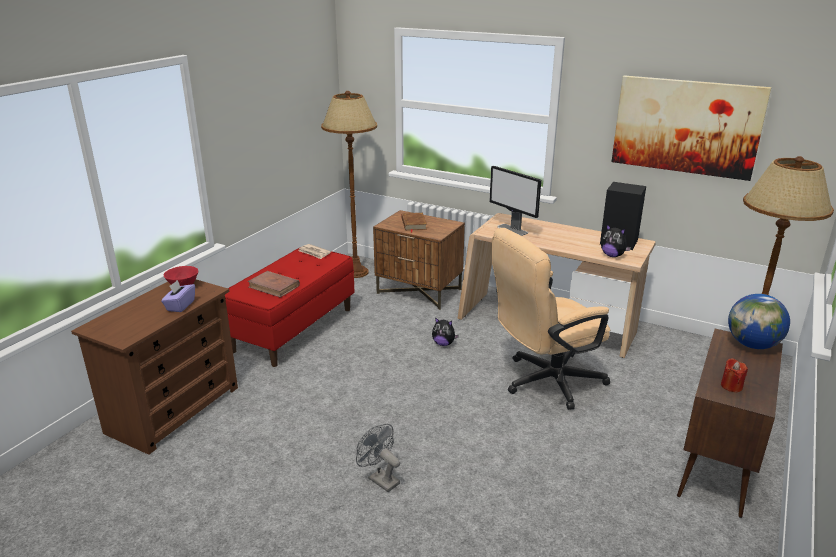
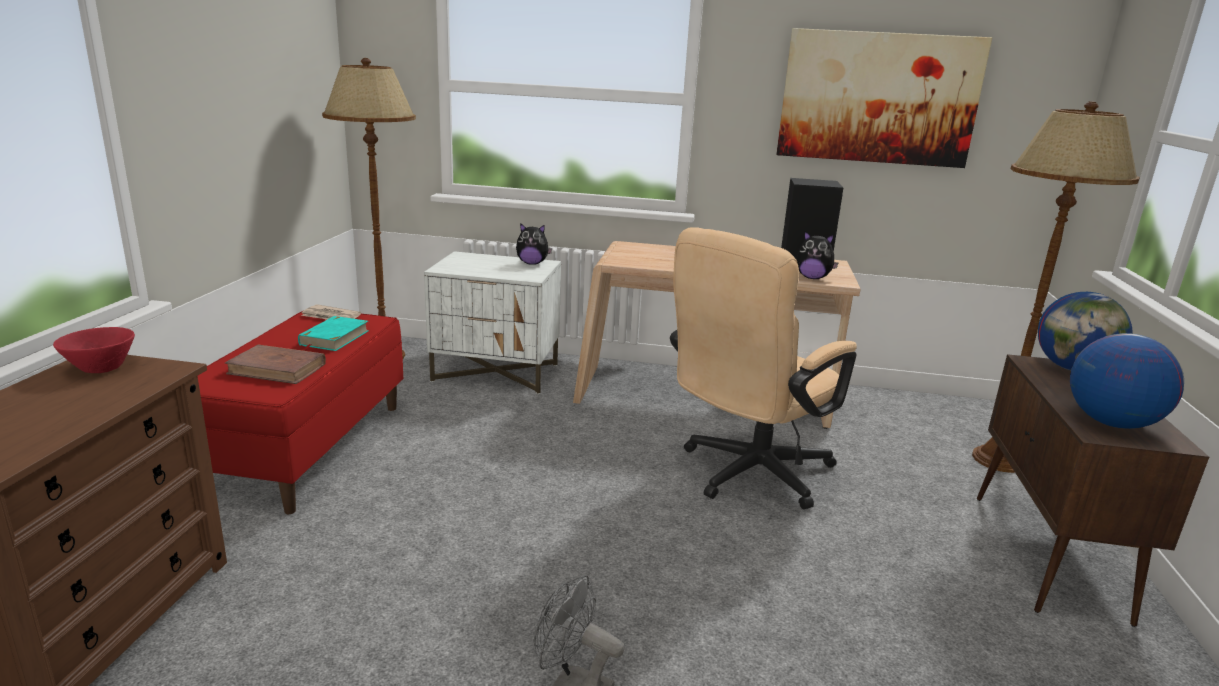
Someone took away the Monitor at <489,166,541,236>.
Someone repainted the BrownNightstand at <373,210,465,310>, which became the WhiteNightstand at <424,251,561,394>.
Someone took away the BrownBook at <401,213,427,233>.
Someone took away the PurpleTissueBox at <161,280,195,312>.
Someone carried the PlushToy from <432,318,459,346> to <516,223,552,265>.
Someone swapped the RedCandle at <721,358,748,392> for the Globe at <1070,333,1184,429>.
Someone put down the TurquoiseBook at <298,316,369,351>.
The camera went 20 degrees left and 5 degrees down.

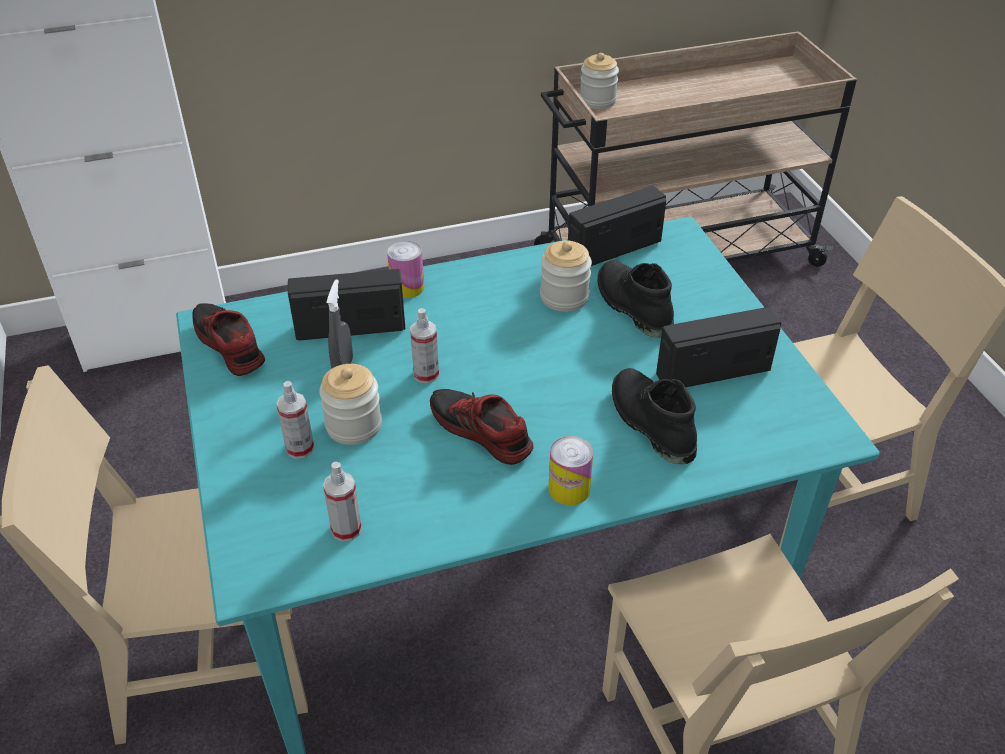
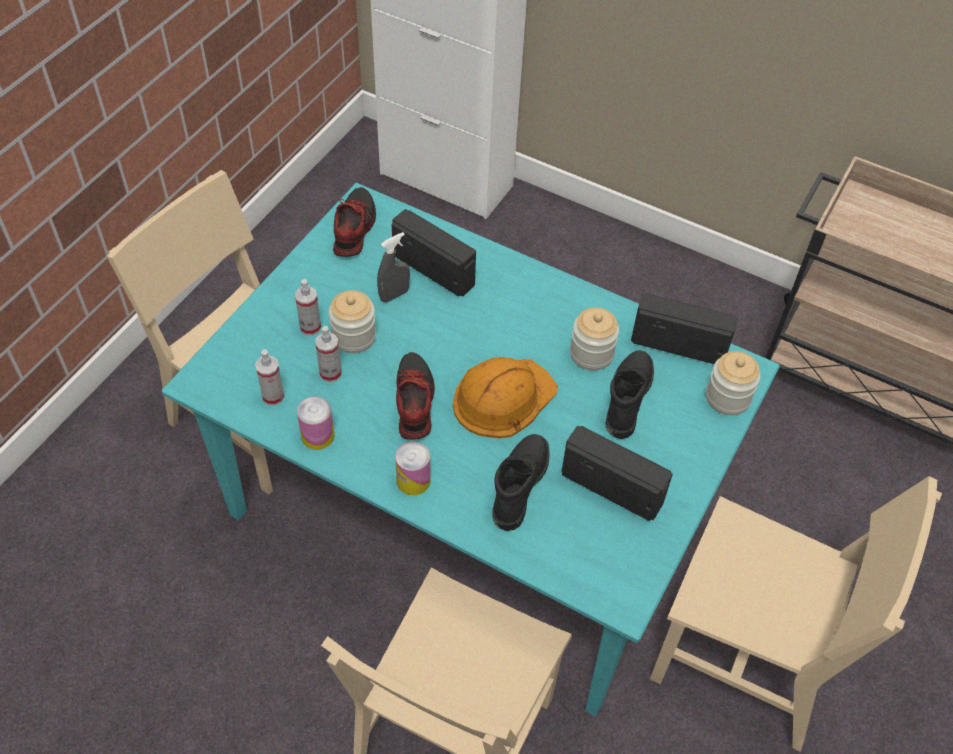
Someone carried the Jar from <580,53,619,109> to <706,351,761,415>.
Someone carried the Can from <387,241,424,298> to <297,397,335,450>.
Someone carried the SprayBottle from <410,308,439,384> to <315,326,342,382>.
Someone put down the OrangeHardHat at <453,357,558,438>.
The camera went 45 degrees right and 10 degrees up.

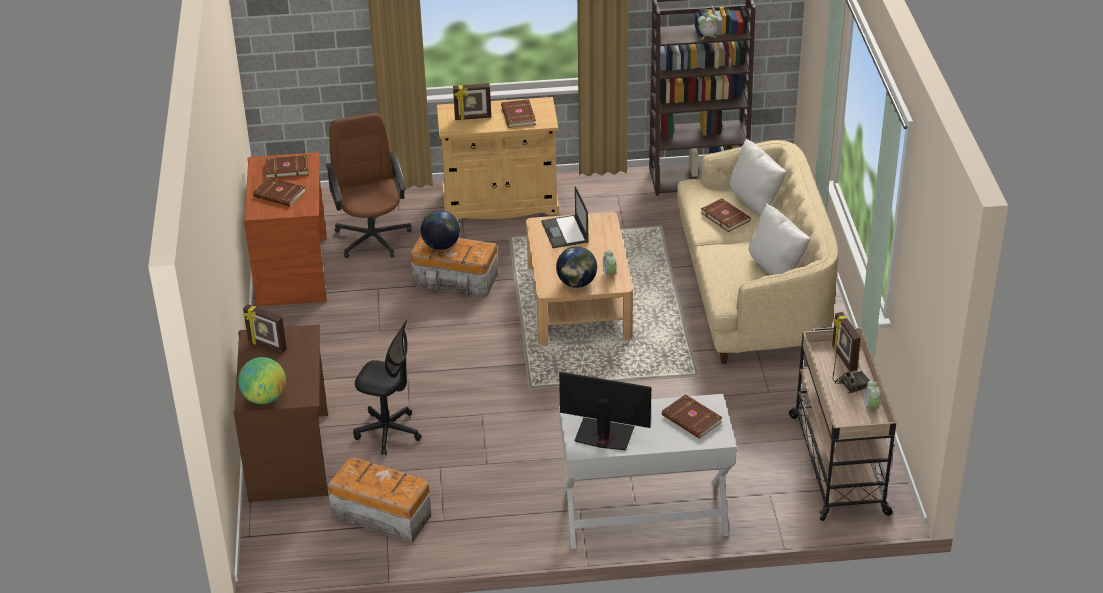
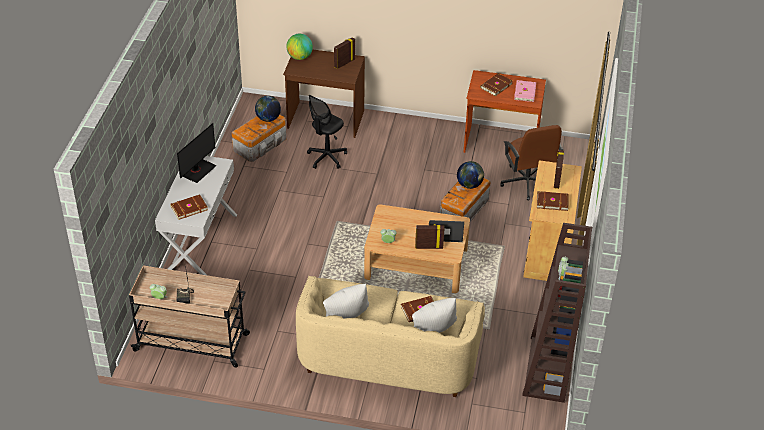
Someone rotated the BrownOfficeChair at <326,113,412,258> by 75 degrees clockwise.
Someone repainted the BrownBook at <265,155,309,179>, which became the PinkBook at <514,80,536,102>.
Someone carried the Globe from <556,246,597,288> to <255,96,281,122>.
Someone carried the PictureFrame from <832,312,861,372> to <415,224,445,249>.
The camera went 105 degrees right and 5 degrees up.

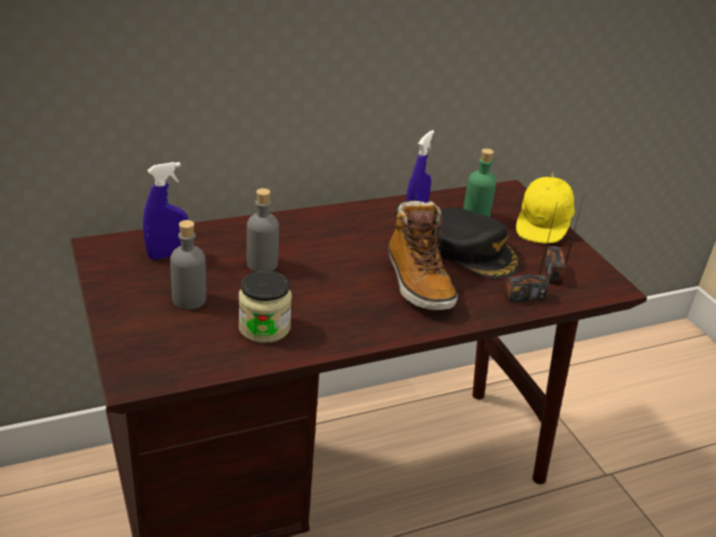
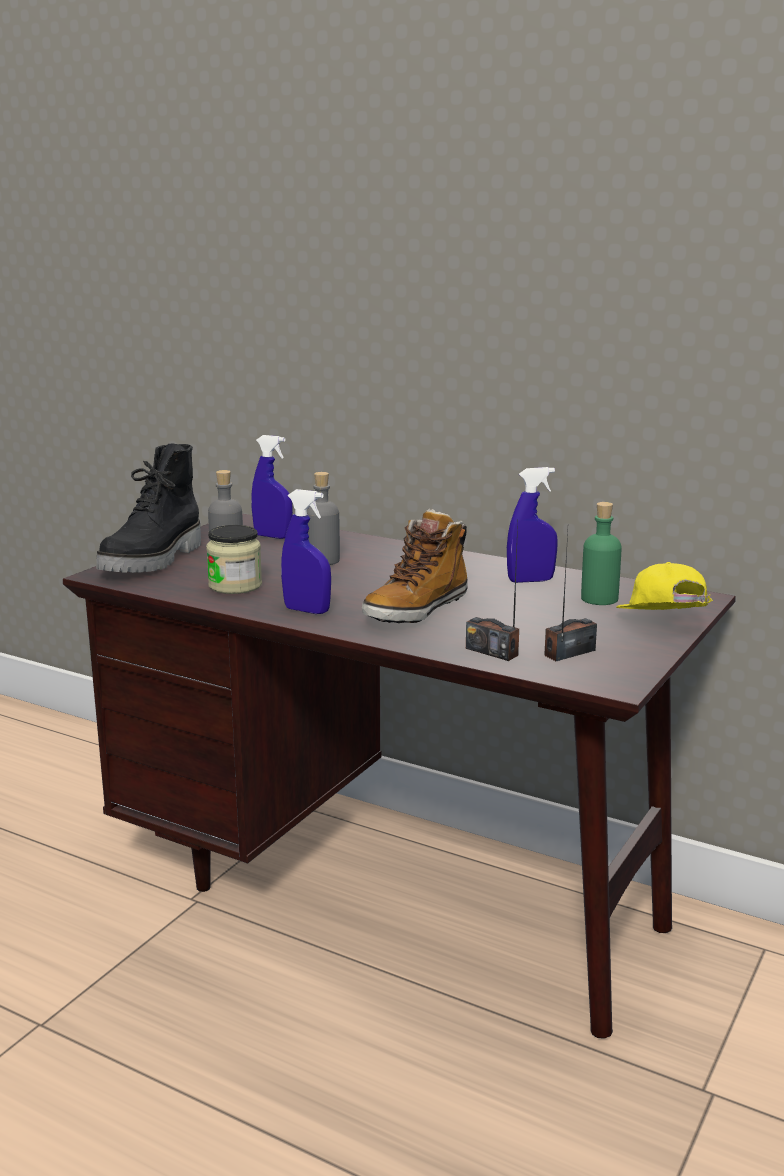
Someone rotated the YellowCap at <516,172,575,244> by 90 degrees clockwise.
Someone took away the BlackCap at <437,208,520,279>.
Someone put down the BlackBoot at <96,443,201,573>.
Someone put down the BlueSprayBottle at <281,489,331,614>.
The camera went 55 degrees right and 15 degrees down.

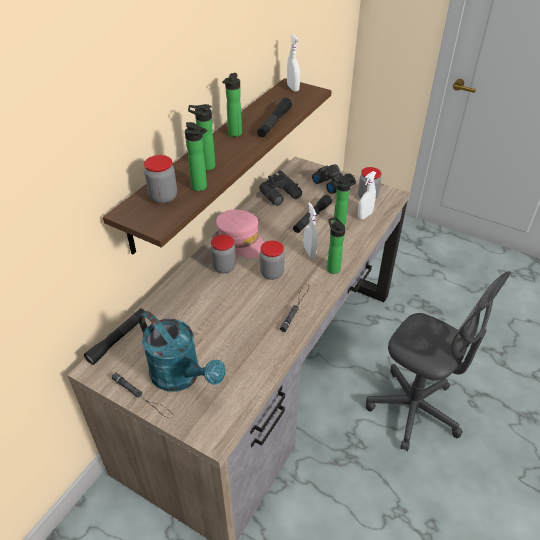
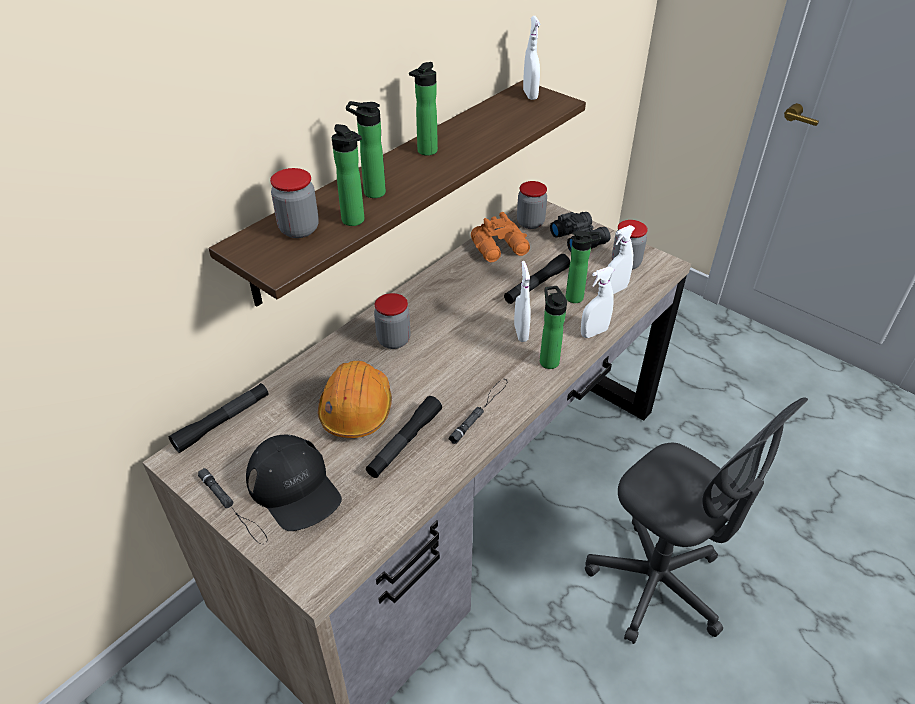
Someone carried the BlackFlashlight from <257,98,292,137> to <366,396,442,478>.
Someone repainted the BlackBinoculars at <259,170,302,206>, which became the OrangeBinoculars at <471,212,530,262>.
Someone took away the PinkCap at <216,210,264,258>.
Someone carried the Jar from <260,241,285,280> to <517,181,547,229>.
Someone swapped the TurquoiseWateringCan at <139,311,226,392> for the BlackCap at <246,435,342,531>.
Someone put down the WhiteSprayBottle at <581,266,615,338>.
Someone put down the OrangeHardHat at <318,361,392,438>.
The camera went 10 degrees right and 0 degrees up.

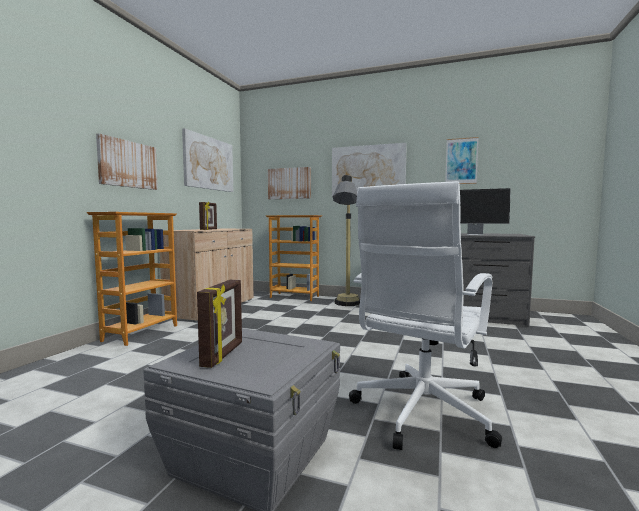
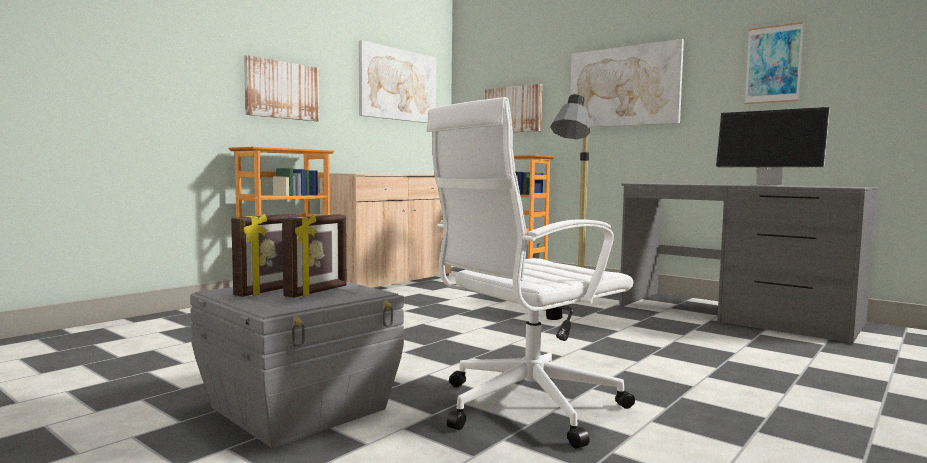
Someone carried the PictureFrame from <199,202,217,230> to <282,214,346,298>.
The camera went 20 degrees right and 0 degrees up.

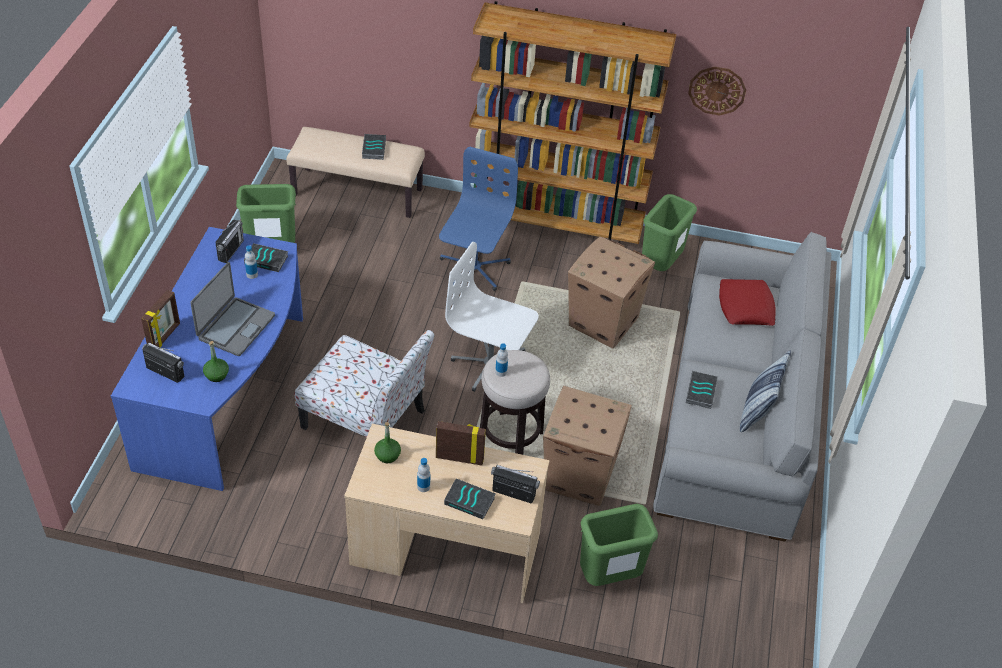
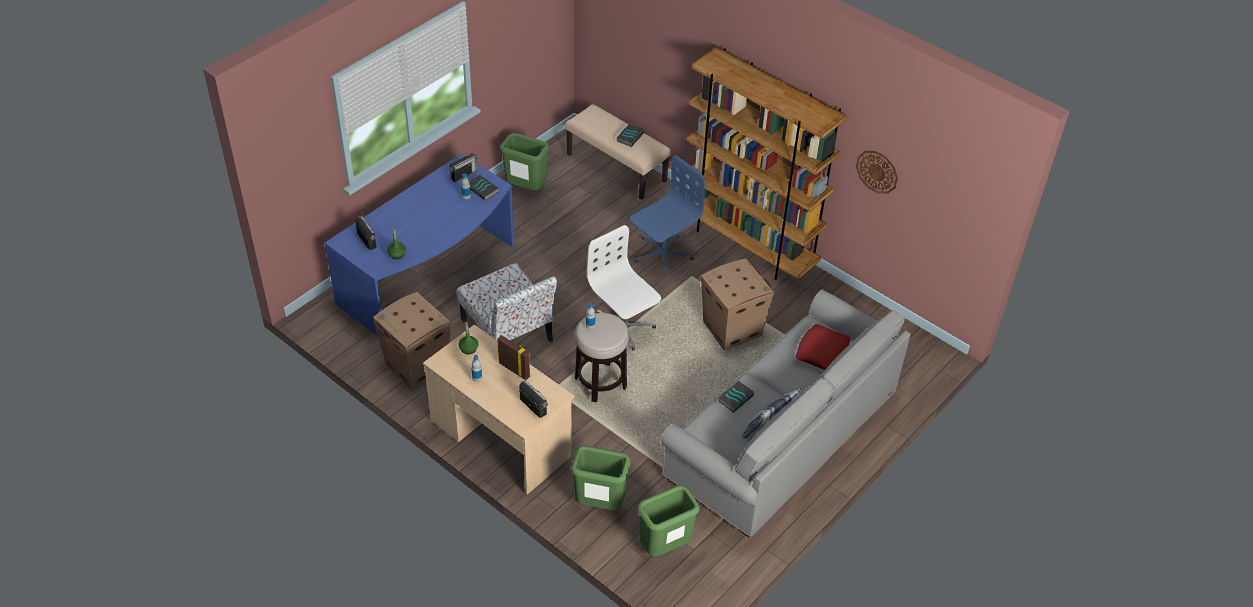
Someone carried the GreenTrashCan from <642,194,697,271> to <637,485,700,557>.
Someone took away the Laptop at <190,262,275,356>.
Someone took away the PictureFrame at <141,290,180,347>.
Someone carried the CardboardBox from <543,386,632,506> to <373,292,451,390>.
Someone took away the Book at <444,478,496,519>.
The camera went 30 degrees right and 0 degrees up.

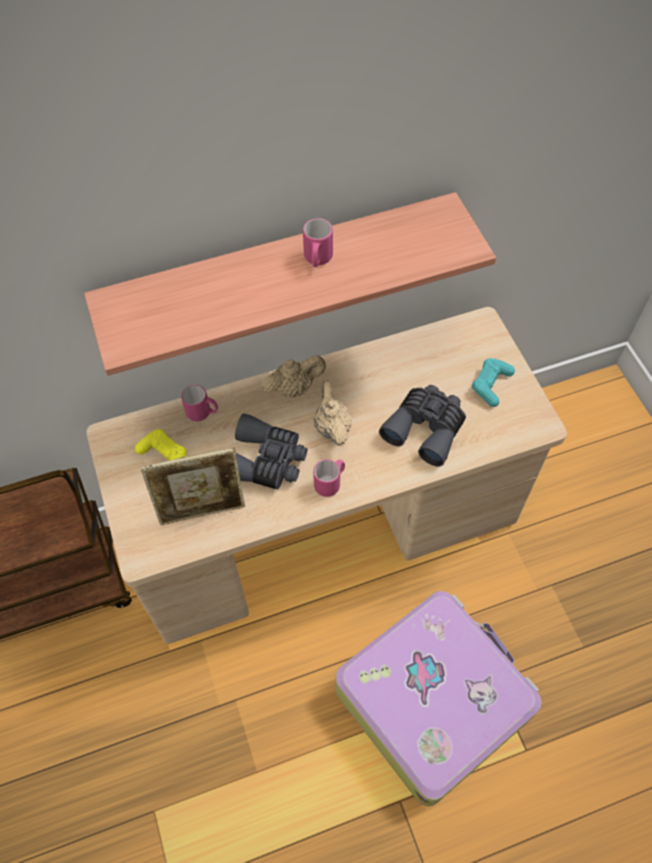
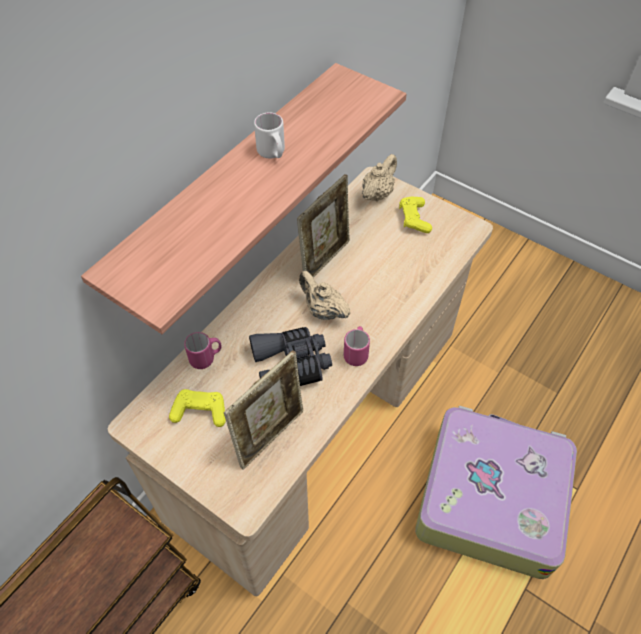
Someone repainted the PinkMug at <303,218,333,267>, which became the WhiteMug at <254,113,285,159>.
Someone carried the BeigeTeapot from <261,355,326,398> to <362,154,397,202>.
Someone repainted the TurquoiseGameController at <472,358,515,407>, which became the YellowGameController at <399,197,432,233>.
Someone took away the GreyBinoculars at <379,385,466,467>.
Someone put down the PictureFrame at <297,174,350,278>.
The camera went 35 degrees left and 5 degrees down.

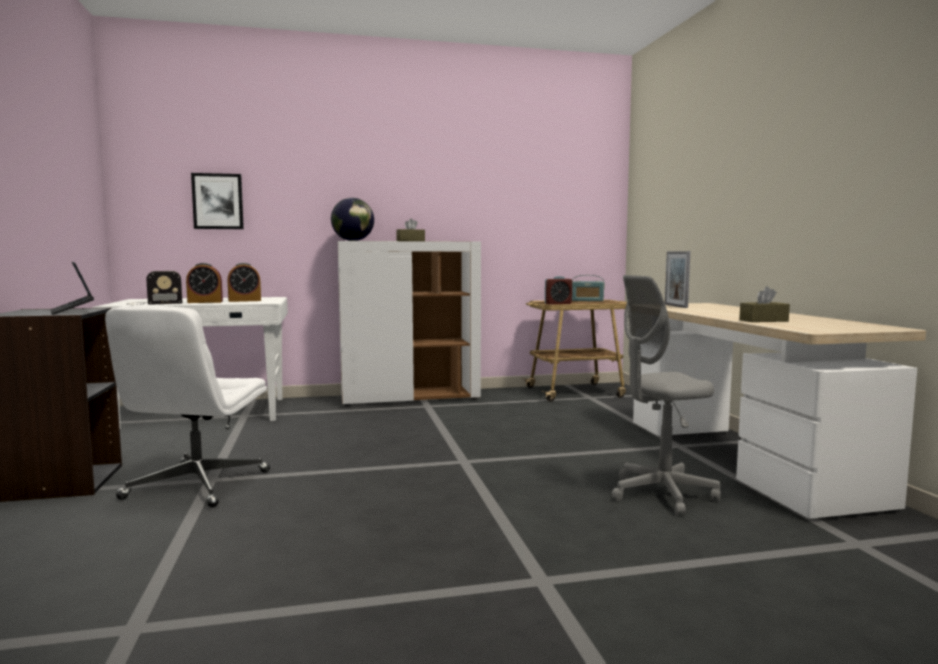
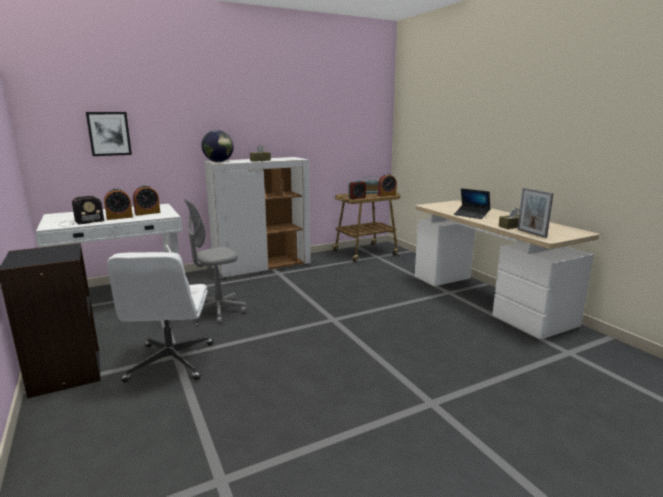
Someone carried the PictureFrame from <665,251,690,308> to <517,188,554,238>.
Someone carried the Laptop from <50,262,94,315> to <454,188,491,219>.
Someone carried the GreyOfficeChair from <611,275,721,515> to <184,199,247,324>.
Someone put down the AlarmClock at <378,174,397,197>.
The camera went 15 degrees left and 10 degrees up.

